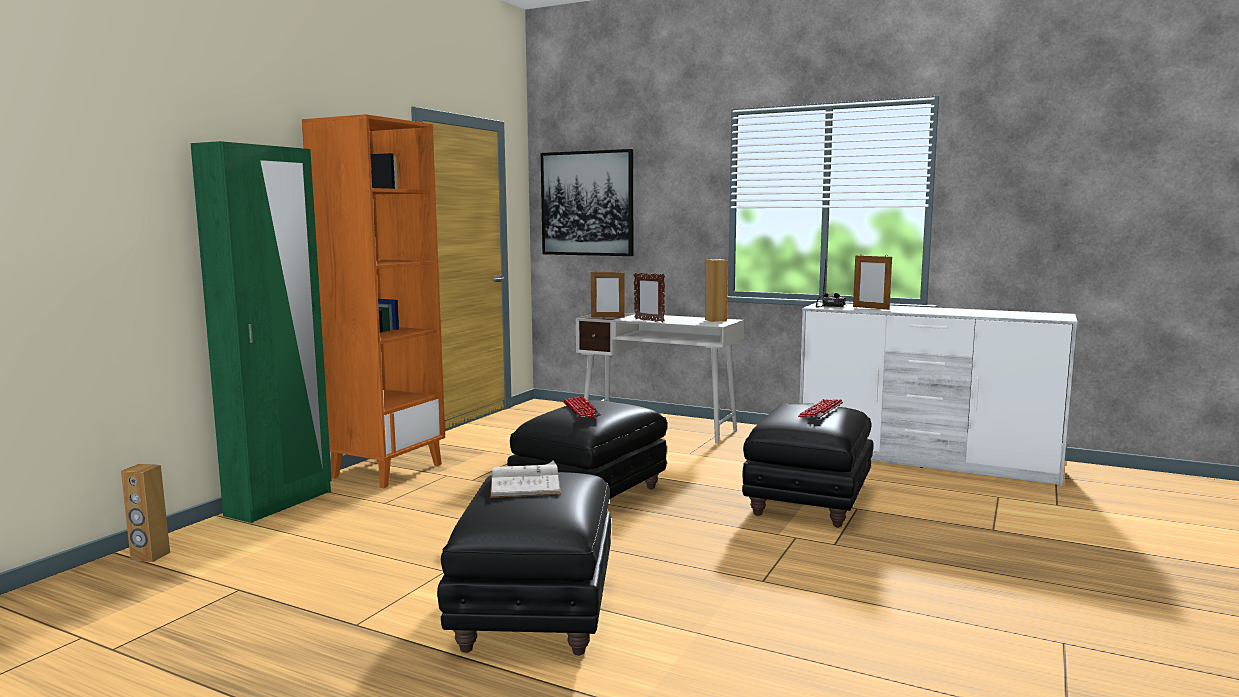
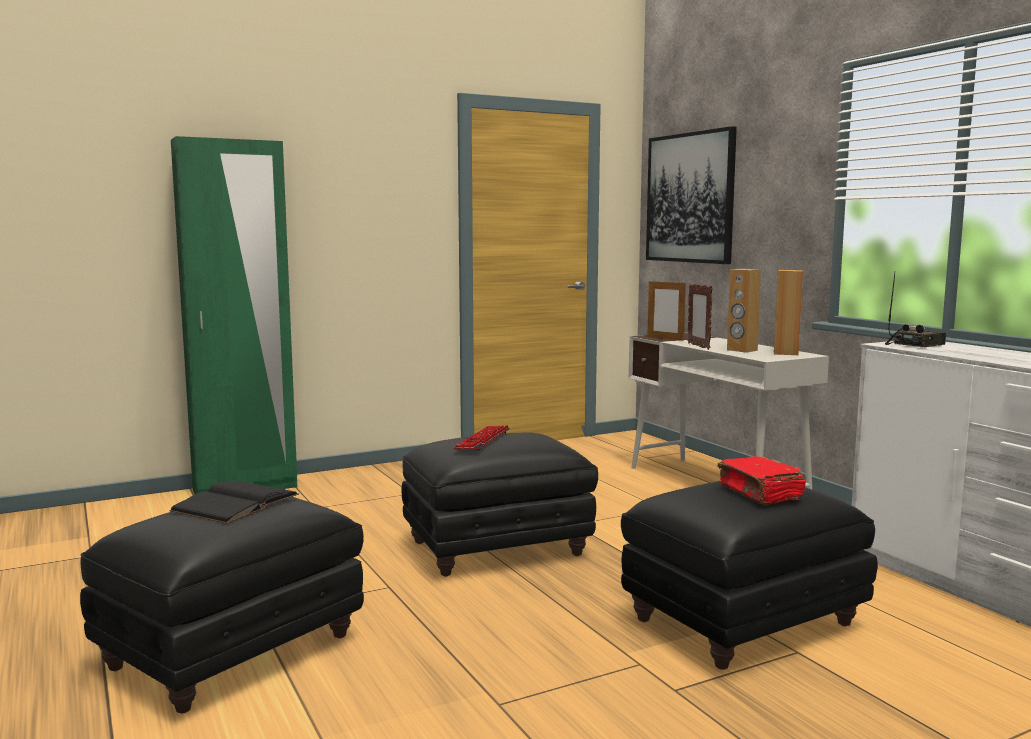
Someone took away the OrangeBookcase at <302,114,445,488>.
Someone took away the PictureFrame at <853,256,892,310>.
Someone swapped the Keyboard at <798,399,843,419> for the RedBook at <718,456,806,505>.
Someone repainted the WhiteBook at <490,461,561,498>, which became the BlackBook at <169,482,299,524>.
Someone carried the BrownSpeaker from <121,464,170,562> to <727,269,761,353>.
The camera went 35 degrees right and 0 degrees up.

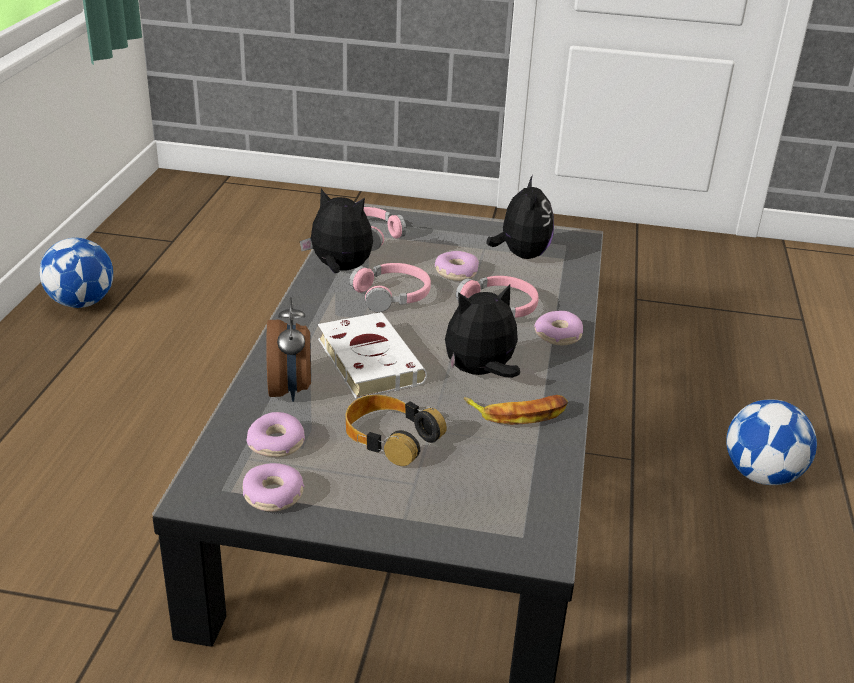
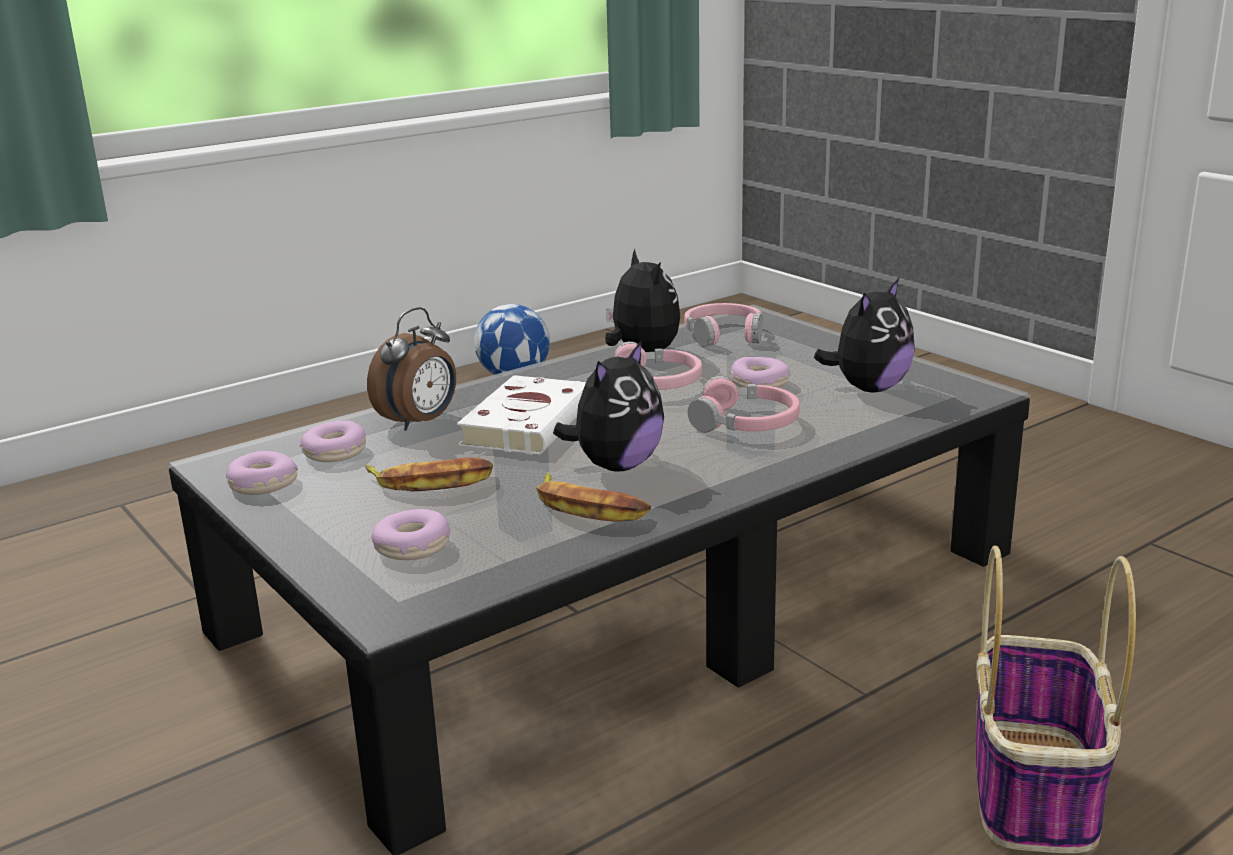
Someone rotated the PlushToy at <445,284,520,378> by 105 degrees clockwise.
Someone carried the Donut from <534,311,583,345> to <371,509,450,560>.
Someone swapped the Headphones at <346,395,447,466> for the Banana at <365,457,493,492>.
Someone swapped the Football at <726,399,817,485> for the Basket at <975,546,1136,853>.
The camera went 45 degrees right and 10 degrees down.

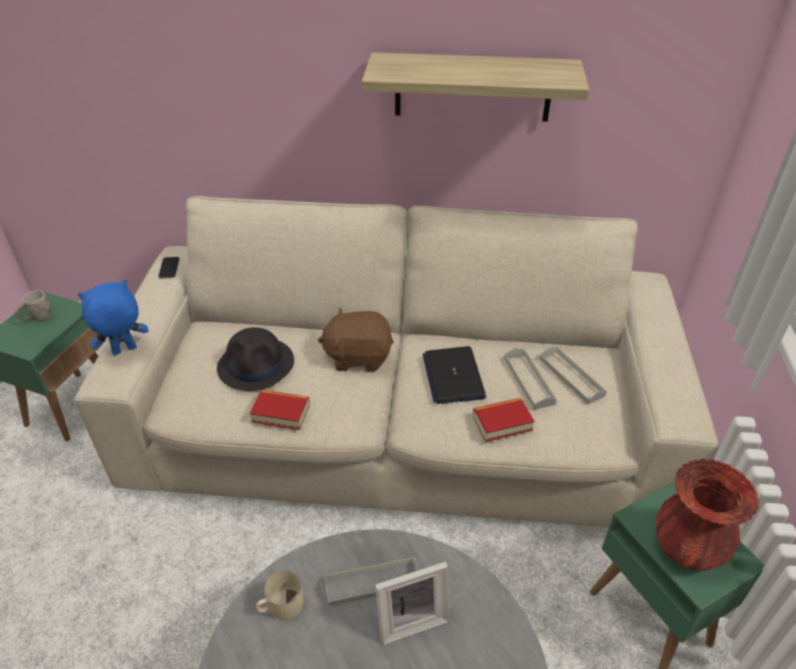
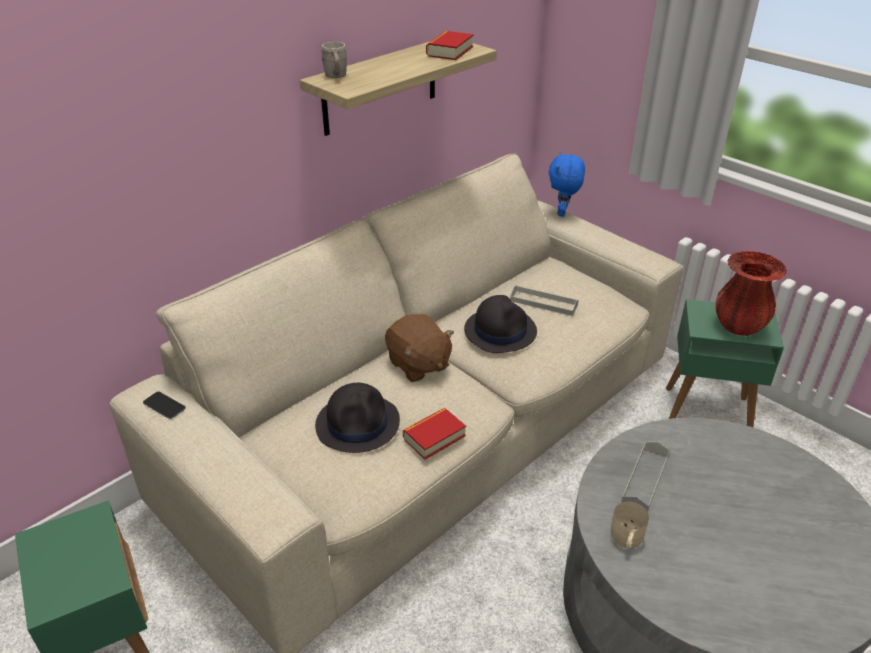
Someone carried the BluePlushToy from <78,280,149,355> to <549,152,585,217>.
Someone carried the GreyMug from <15,290,52,322> to <321,42,347,78>.
Someone rotated the BrownPlushToy at <318,307,394,372> by 75 degrees counterclockwise.
Someone swapped the Laptop at <422,346,486,404> for the BlackHat at <464,295,537,353>.
Someone took away the GreyTray at <539,347,607,405>.
Someone carried the Book from <473,398,535,442> to <426,31,474,60>.
Someone took away the PictureFrame at <375,562,449,645>.
The camera went 50 degrees left and 5 degrees down.

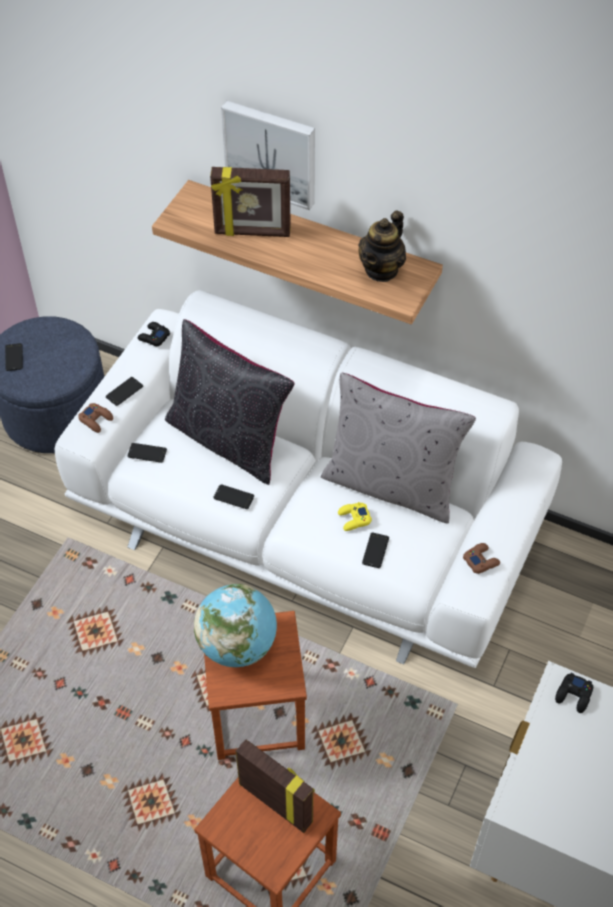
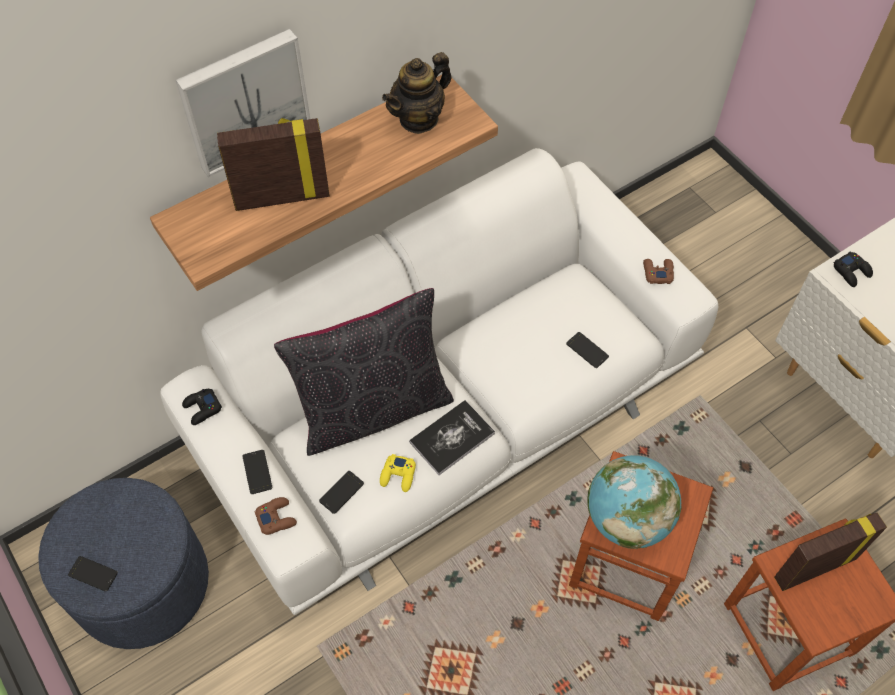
Someone rotated the PictureFrame at <210,167,291,237> by 135 degrees counterclockwise.
Someone rotated the Teapot at <358,210,406,282> by 75 degrees clockwise.
Someone took away the GreyPillow at <321,373,476,523>.
Someone swapped the Phone at <213,484,254,509> for the Book at <409,400,495,475>.
Someone carried the YellowGameController from <338,502,372,531> to <380,454,416,492>.
The camera went 60 degrees left and 5 degrees up.

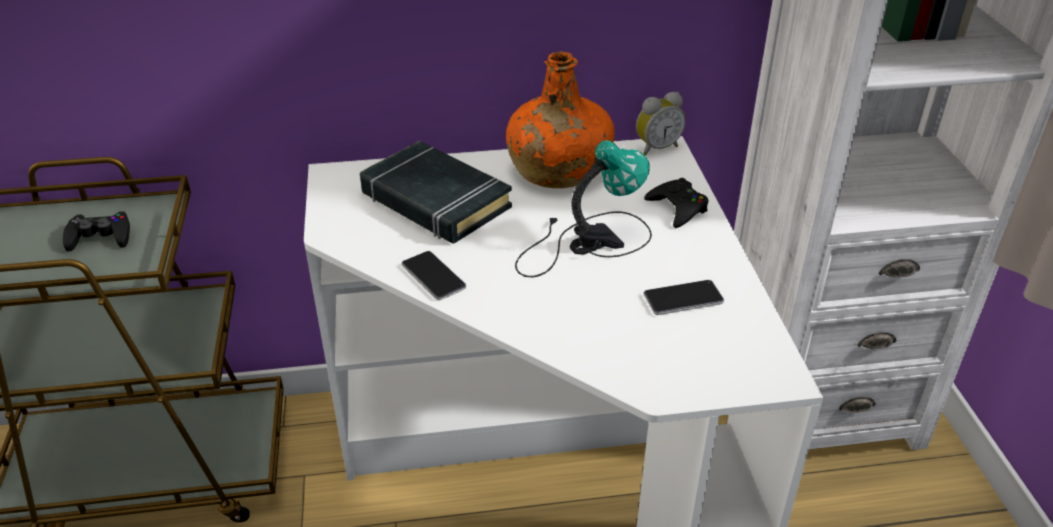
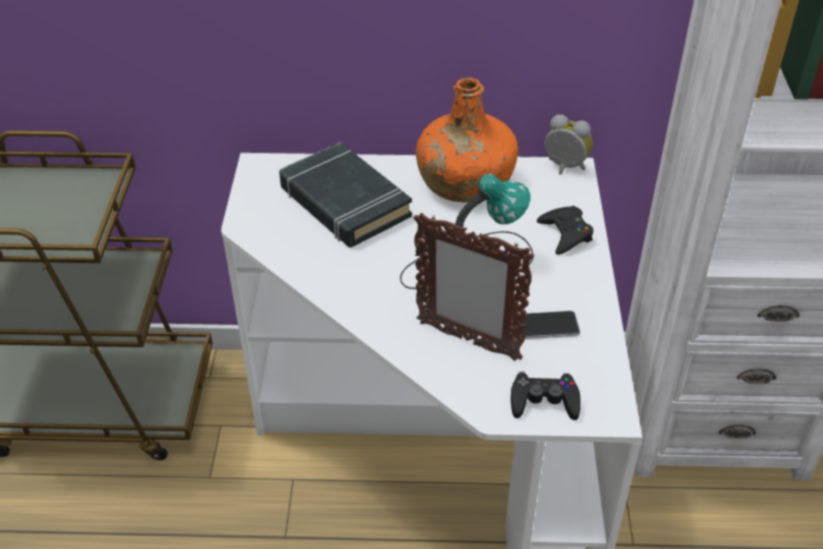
Someone rotated the AlarmClock at <636,92,686,156> by 135 degrees counterclockwise.
Someone carried the BlackGameController from <63,211,130,252> to <511,371,581,420>.
Someone took away the Phone at <401,251,466,300>.
Someone put down the PictureFrame at <414,213,534,361>.
The camera went 10 degrees right and 5 degrees up.

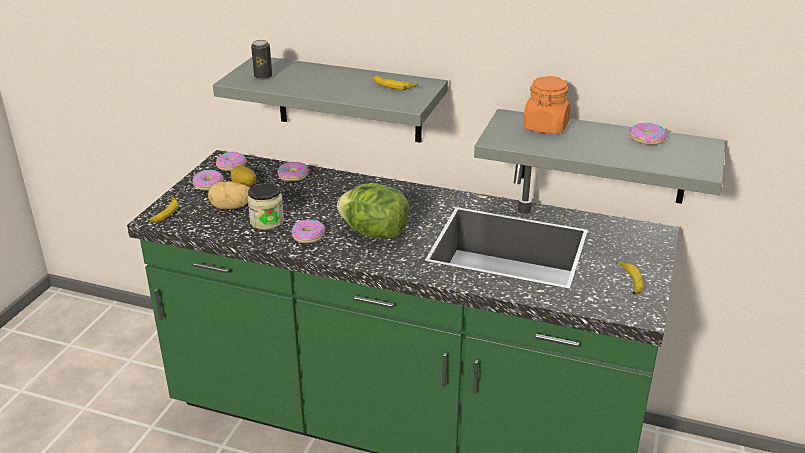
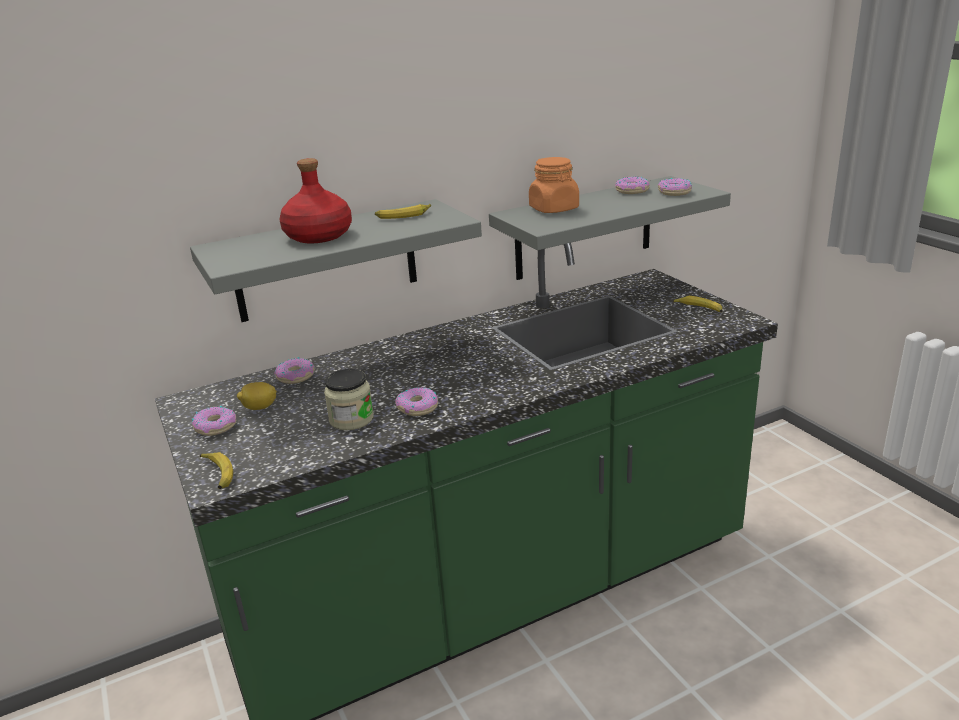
Someone took away the Can at <251,40,272,80>.
Someone carried the Donut from <216,152,247,171> to <658,178,692,196>.
Someone took away the Potato at <208,182,250,209>.
Someone took away the Lettuce at <337,183,409,239>.
Someone put down the RedBottle at <279,158,352,243>.
The camera went 45 degrees left and 5 degrees down.

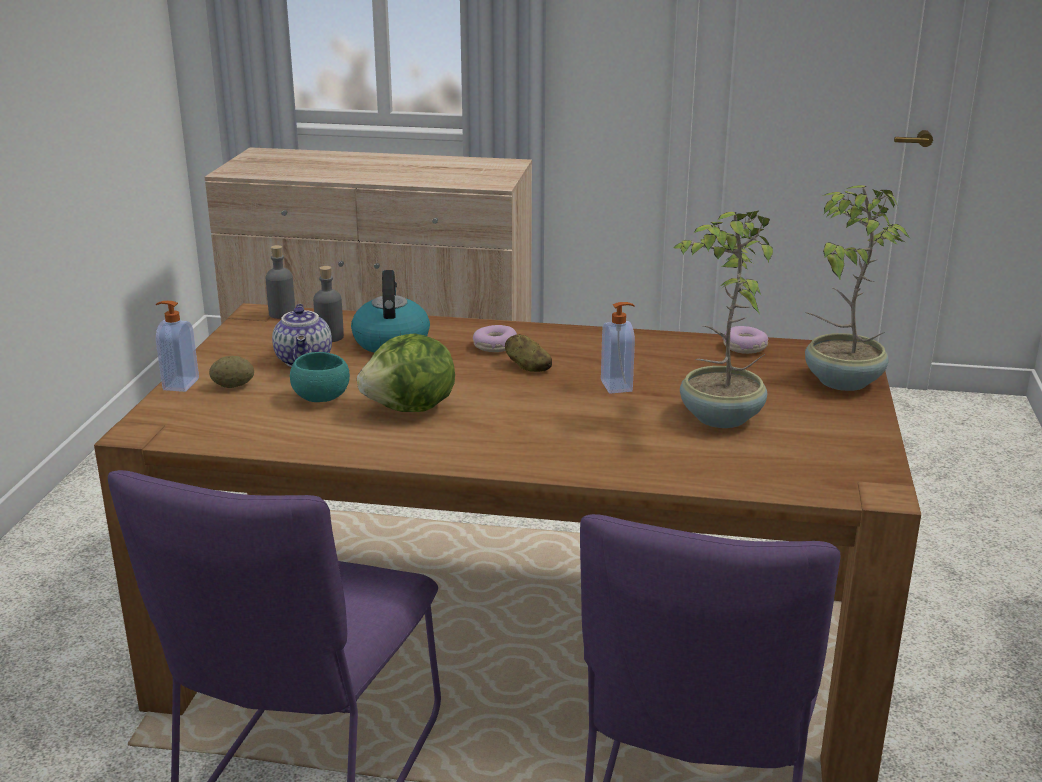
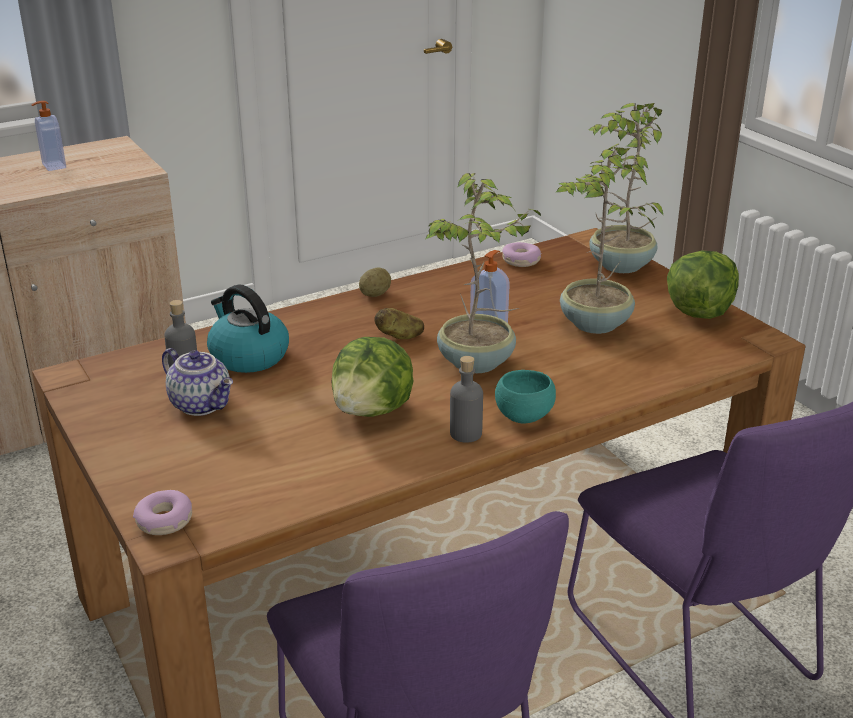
Someone carried the GreyBottle from <266,245,295,319> to <450,356,483,443>.
Someone carried the SoapDispenser from <156,301,199,392> to <32,101,66,171>.
Someone carried the Donut from <473,325,517,352> to <133,490,192,535>.
Someone carried the TurquoiseBowl from <290,352,350,402> to <495,370,556,424>.
Someone carried the Potato from <209,356,254,388> to <359,268,391,297>.
Someone put down the PottedPlant at <426,173,541,373>.
Someone put down the Lettuce at <667,251,739,319>.
The camera went 40 degrees left and 5 degrees up.

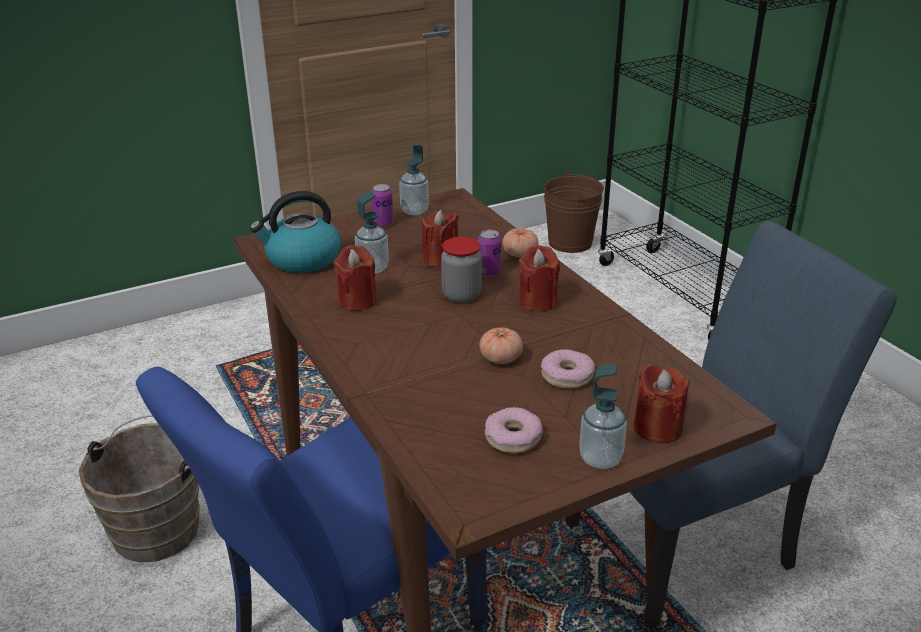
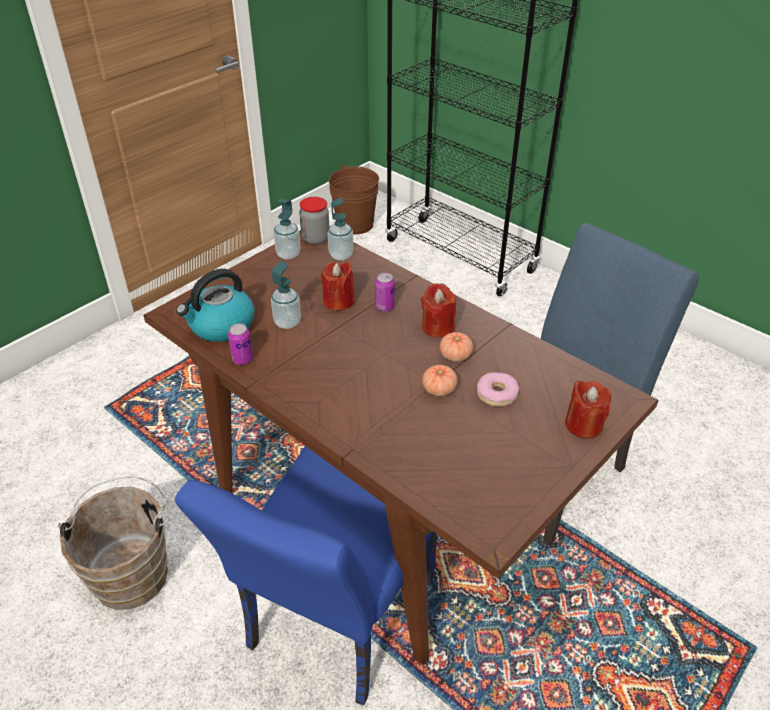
Someone carried the Can from <371,184,393,227> to <228,324,253,365>.
Someone carried the Tomato from <502,228,538,257> to <440,332,473,362>.
Someone carried the Jar from <441,237,482,303> to <299,197,329,245>.
Someone took away the RedCandle at <333,245,377,311>.
Someone carried the SoapDispenser from <579,363,627,469> to <328,198,353,260>.
Someone took away the Donut at <485,407,543,453>.
The camera went 20 degrees left and 10 degrees up.

